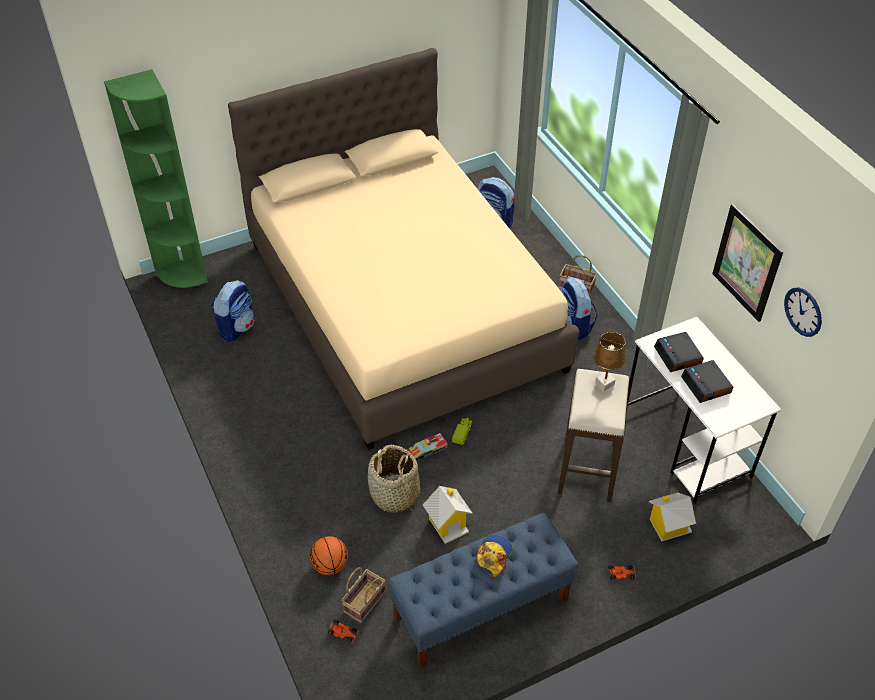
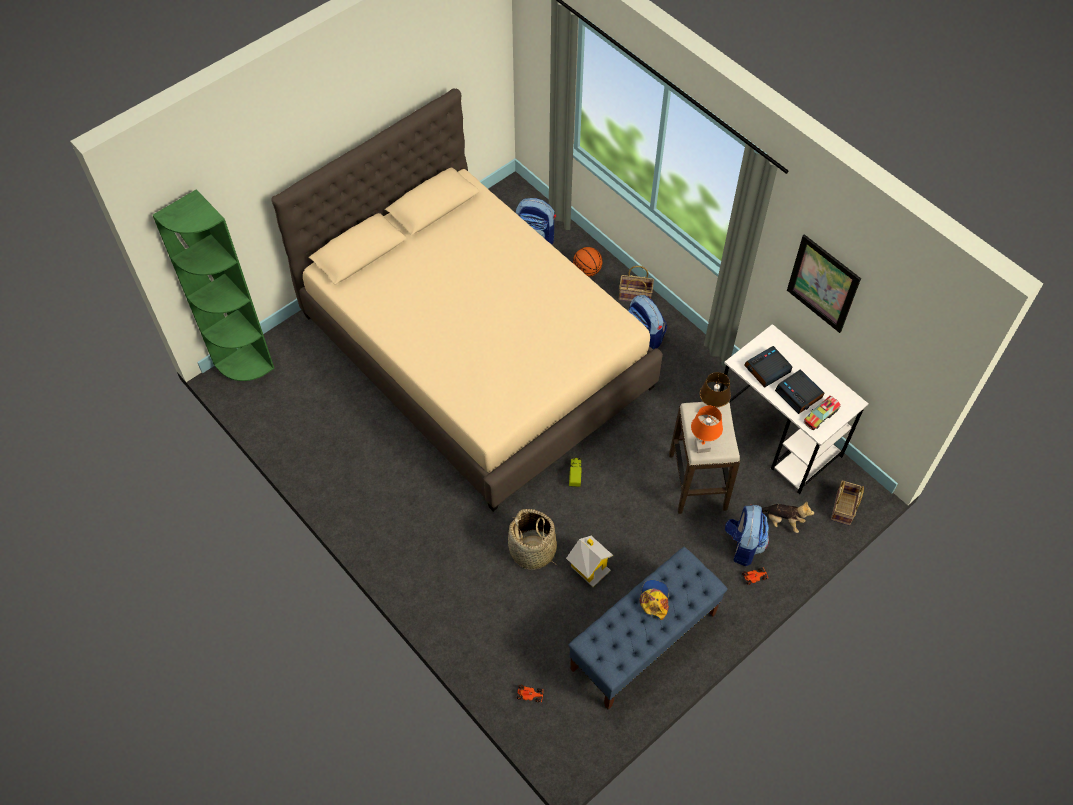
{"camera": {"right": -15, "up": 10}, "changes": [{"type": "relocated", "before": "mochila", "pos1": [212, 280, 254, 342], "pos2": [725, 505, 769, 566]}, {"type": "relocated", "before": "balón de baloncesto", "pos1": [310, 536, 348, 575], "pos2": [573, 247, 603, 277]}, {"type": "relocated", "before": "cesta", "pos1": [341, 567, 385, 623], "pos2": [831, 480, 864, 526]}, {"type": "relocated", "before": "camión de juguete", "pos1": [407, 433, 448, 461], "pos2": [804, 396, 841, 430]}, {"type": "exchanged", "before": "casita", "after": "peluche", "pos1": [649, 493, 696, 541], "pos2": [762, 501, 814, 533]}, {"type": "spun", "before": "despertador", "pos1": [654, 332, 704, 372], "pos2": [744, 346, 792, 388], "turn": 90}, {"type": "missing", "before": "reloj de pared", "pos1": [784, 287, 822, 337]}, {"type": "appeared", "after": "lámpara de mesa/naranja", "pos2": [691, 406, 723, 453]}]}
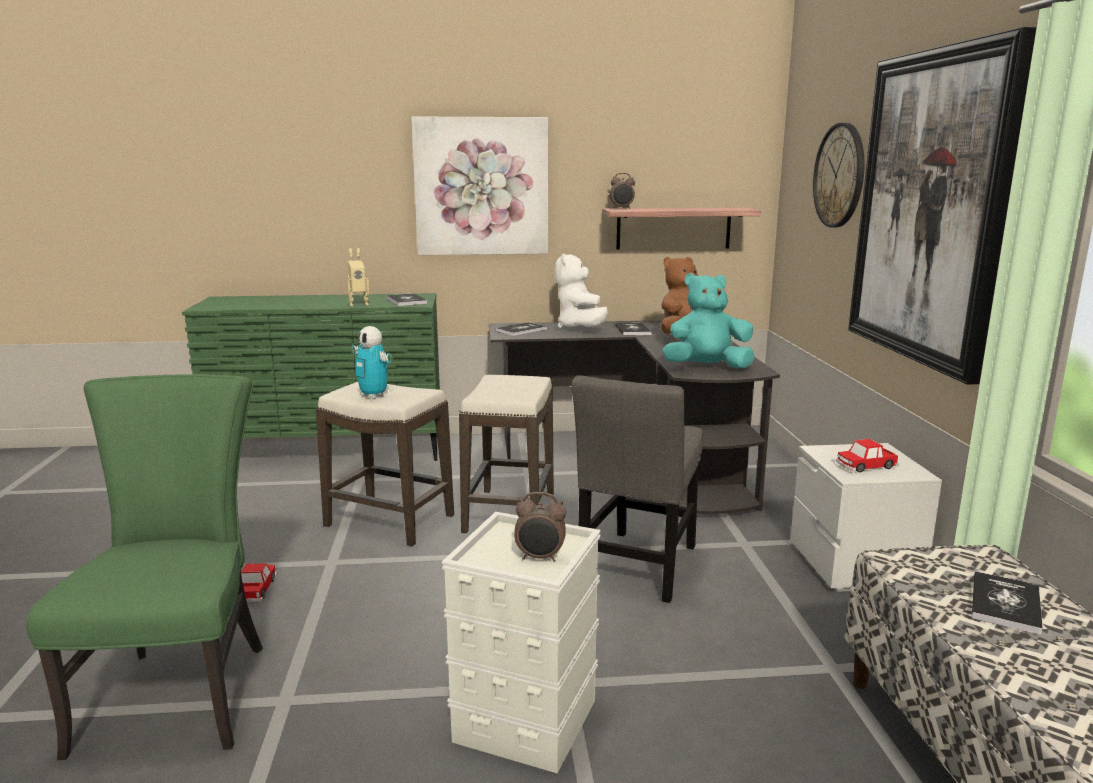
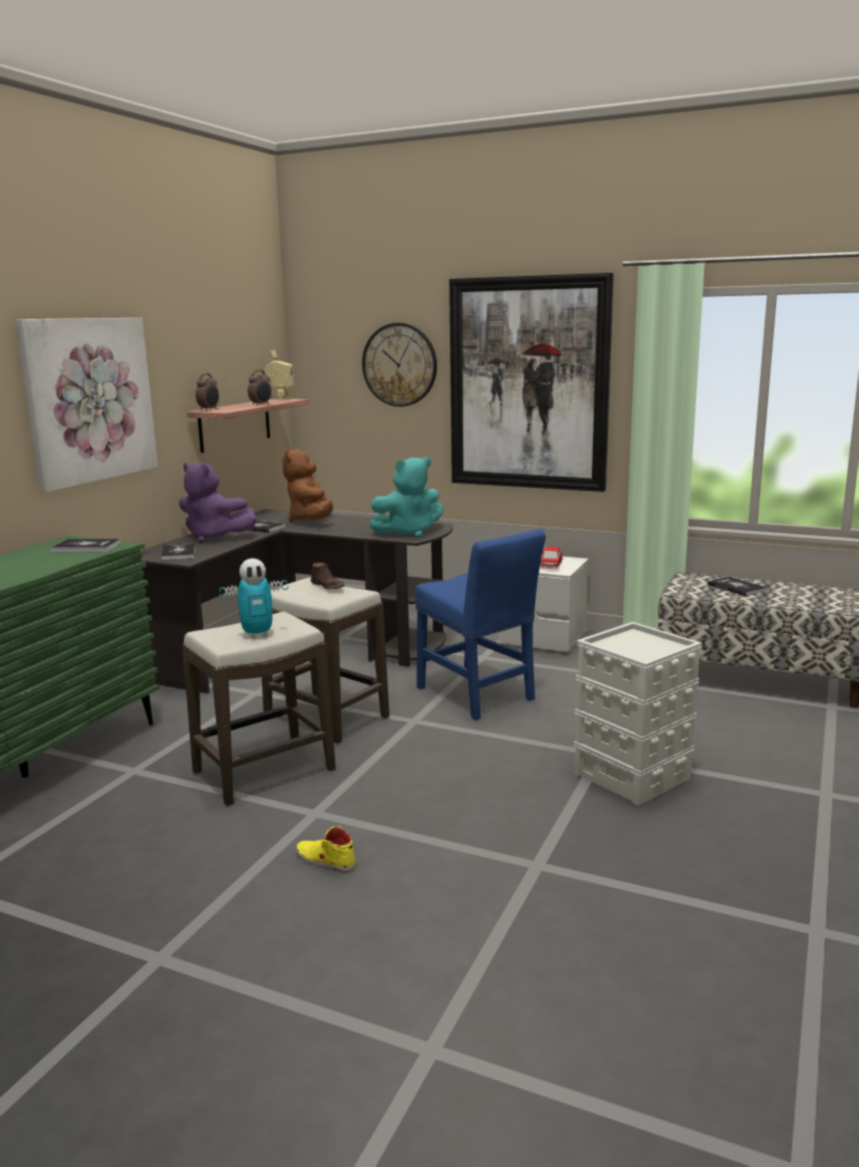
{"camera": {"right": -60, "up": 0}, "changes": [{"type": "missing", "before": "silla/verde", "pos1": [26, 374, 263, 760]}, {"type": "exchanged", "before": "coche de juguete", "after": "zapato/amarillo", "pos1": [241, 563, 277, 602], "pos2": [296, 825, 356, 872]}, {"type": "relocated", "before": "robot de juguete", "pos1": [348, 248, 370, 306], "pos2": [265, 350, 294, 400]}, {"type": "relocated", "before": "despertador", "pos1": [514, 492, 566, 562], "pos2": [248, 370, 272, 406]}, {"type": "colour", "before": "peluche/blanco", "after": "peluche/morado", "pos1": [555, 253, 608, 329], "pos2": [179, 462, 256, 543]}, {"type": "colour", "before": "silla/gris", "after": "silla/azul", "pos1": [571, 375, 703, 603], "pos2": [415, 529, 546, 720]}, {"type": "spun", "before": "peluche/turquesa", "pos1": [663, 273, 755, 369], "pos2": [370, 457, 443, 538], "turn": -135}, {"type": "appeared", "after": "zapato/marrón", "pos2": [311, 562, 345, 589]}]}
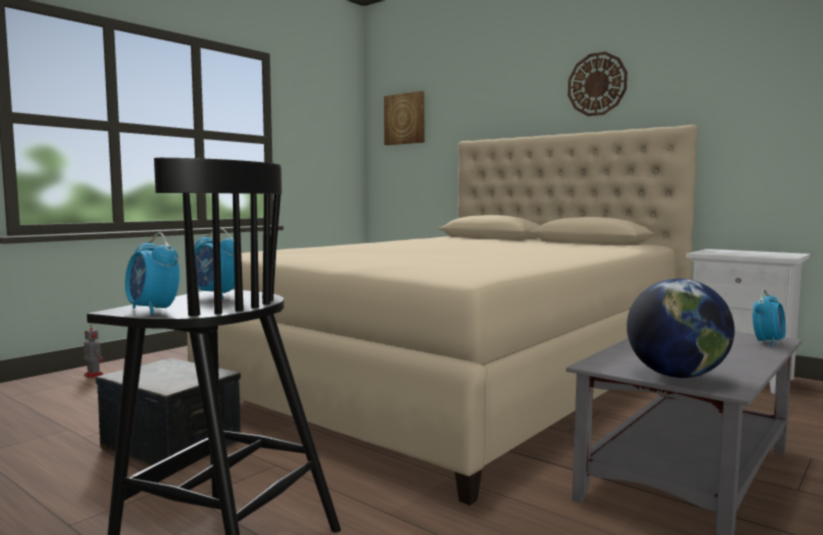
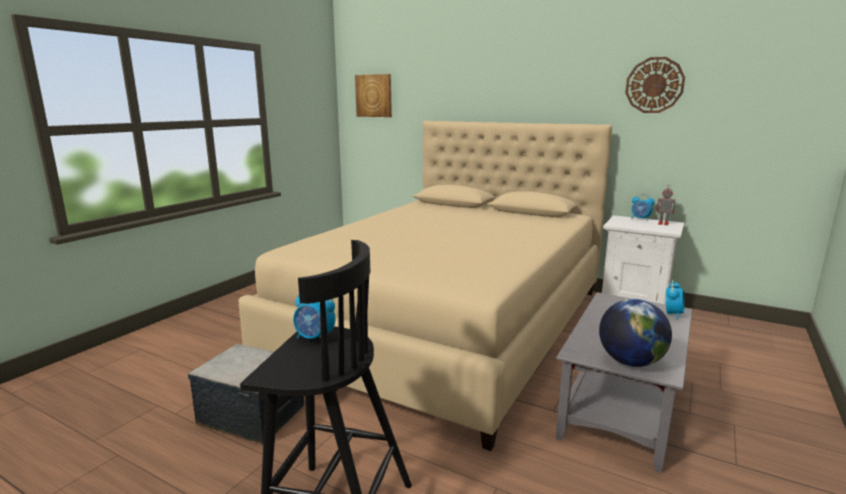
{"camera": {"right": -10, "up": 10}, "changes": [{"type": "relocated", "before": "robot de juguete", "pos1": [83, 324, 104, 378], "pos2": [655, 185, 676, 225]}, {"type": "relocated", "before": "despertador", "pos1": [125, 232, 180, 315], "pos2": [631, 194, 655, 221]}, {"type": "relocated", "before": "reloj de pared", "pos1": [568, 52, 627, 116], "pos2": [625, 57, 685, 113]}]}
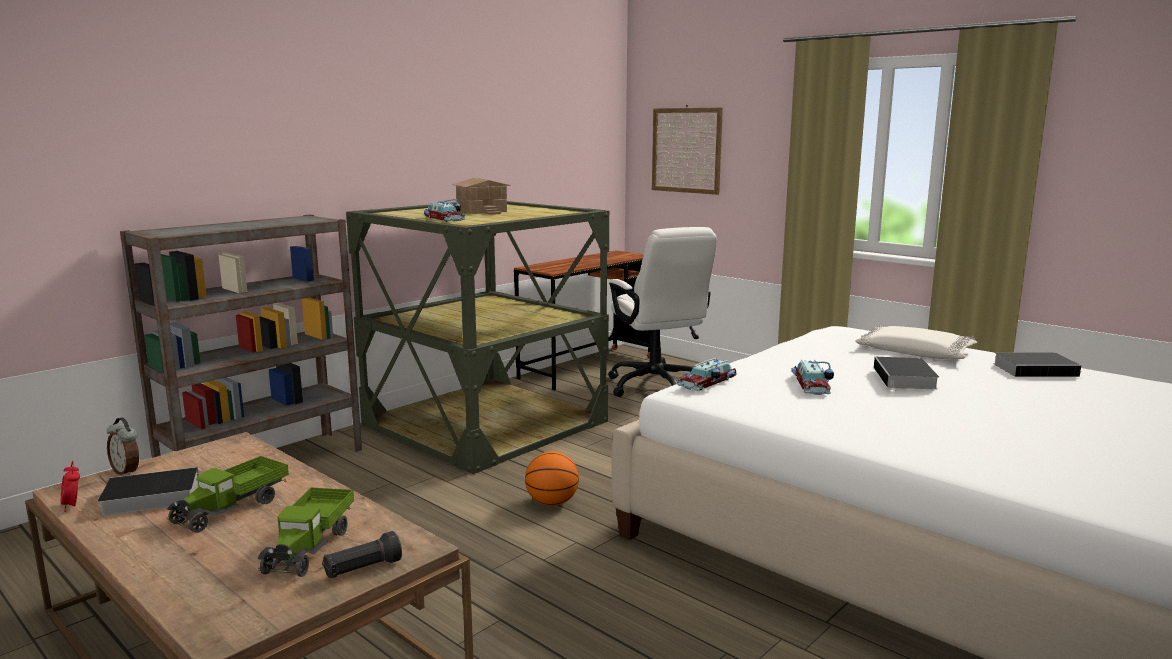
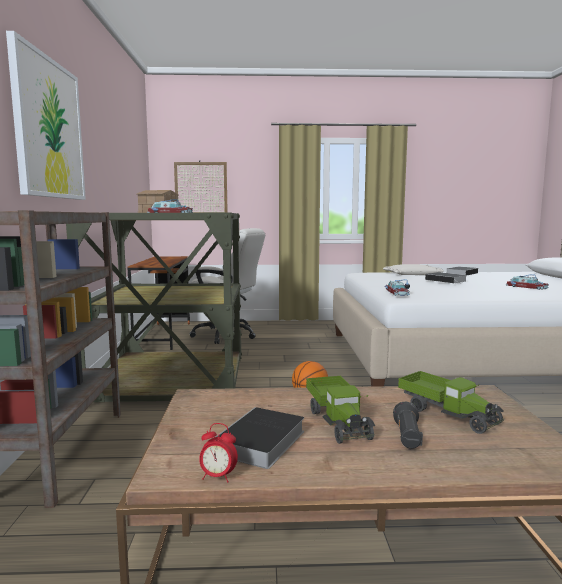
{"camera": {"right": -45, "up": -5}, "changes": [{"type": "missing", "before": "despertador", "pos1": [107, 418, 139, 475]}, {"type": "relocated", "before": "linterna/negro", "pos1": [322, 531, 402, 578], "pos2": [393, 402, 423, 449]}, {"type": "relocated", "before": "coche de juguete", "pos1": [790, 359, 834, 395], "pos2": [506, 274, 549, 290]}, {"type": "appeared", "after": "cuadro", "pos2": [6, 31, 86, 200]}]}
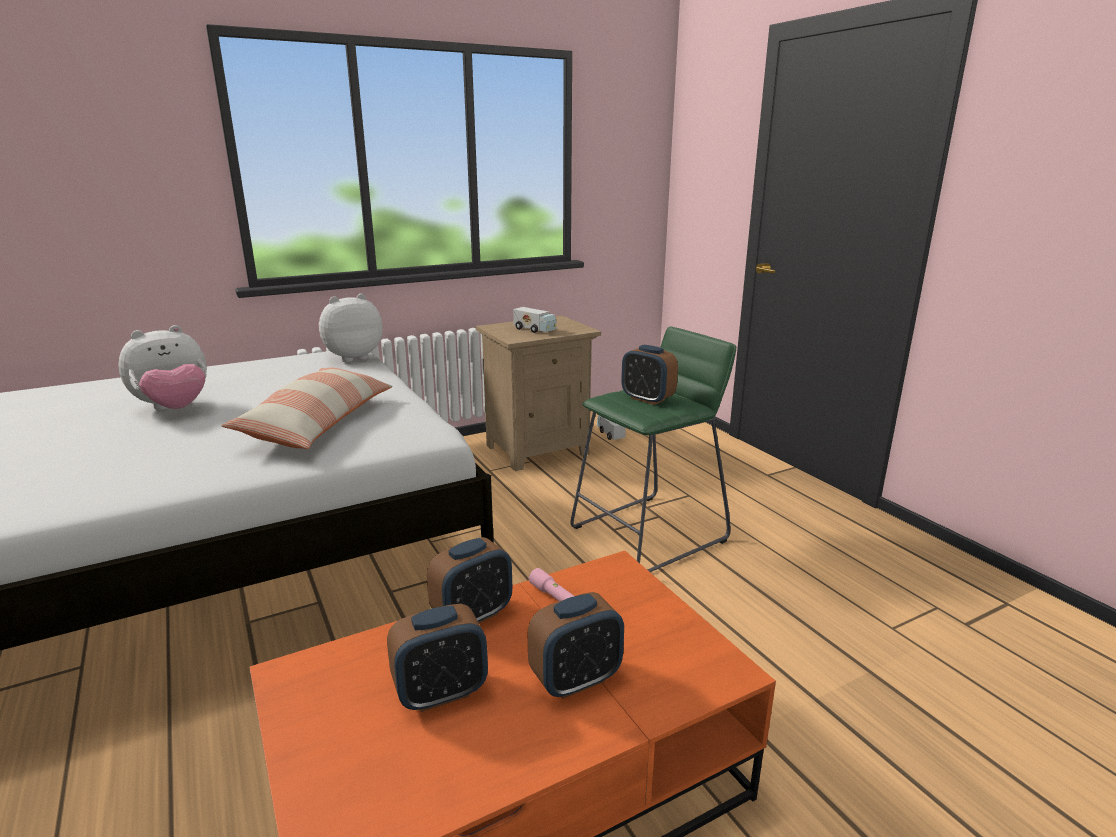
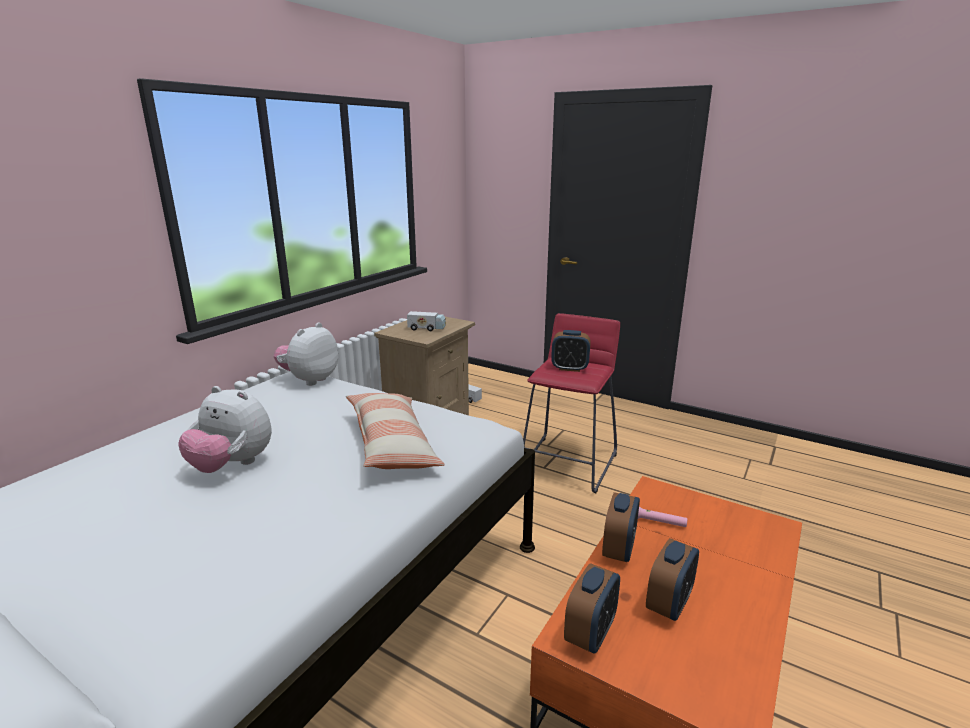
{"camera": {"right": -30, "up": 0}, "changes": [{"type": "spun", "before": "peluche", "pos1": [119, 325, 207, 410], "pos2": [178, 386, 272, 473], "turn": 90}, {"type": "relocated", "before": "despertador", "pos1": [528, 592, 624, 699], "pos2": [564, 563, 620, 654]}, {"type": "colour", "before": "taburete/verde", "after": "taburete/rojo", "pos1": [570, 327, 736, 572], "pos2": [523, 313, 620, 493]}]}
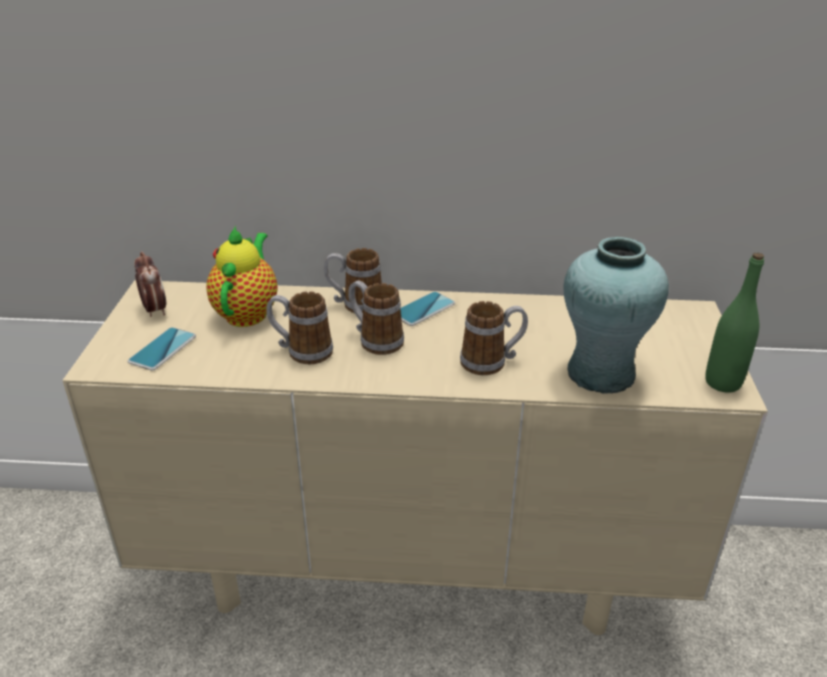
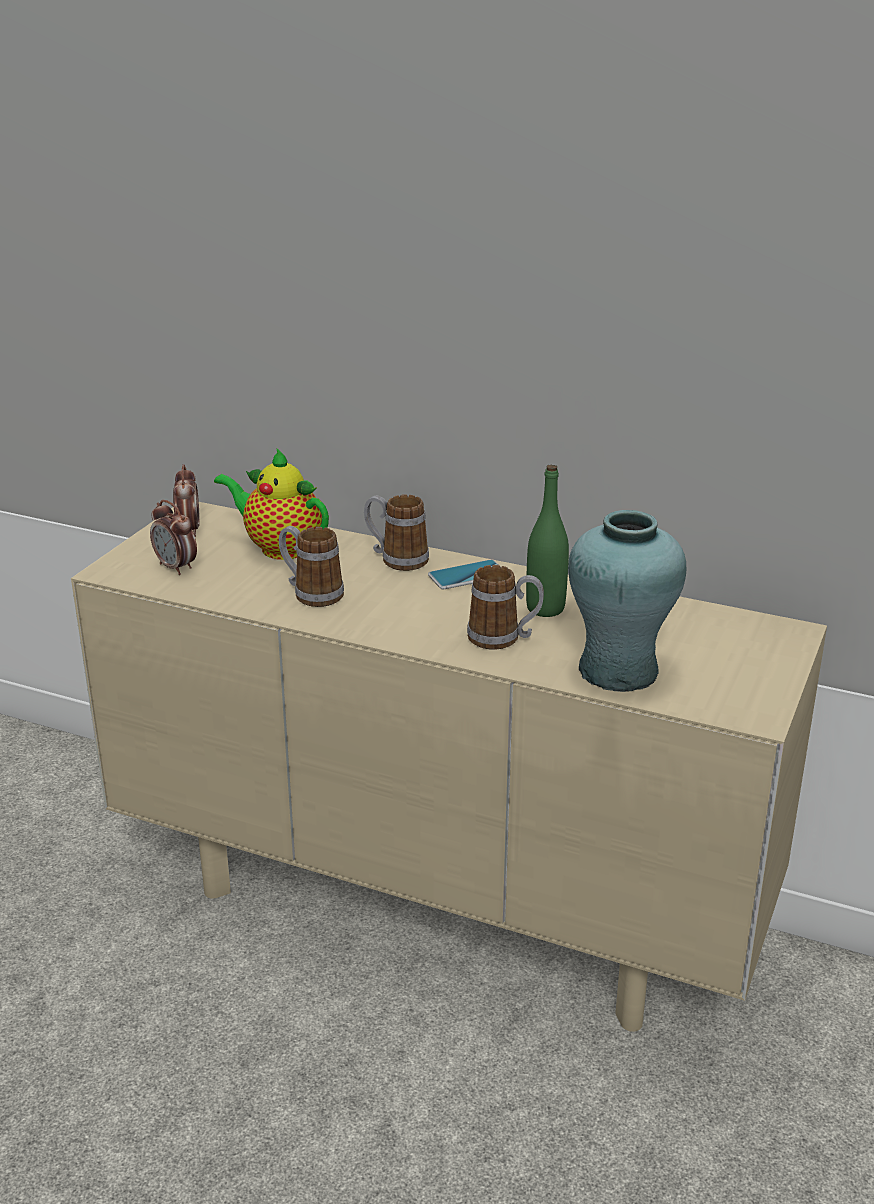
{"camera": {"right": 20, "up": -5}, "changes": [{"type": "exchanged", "before": "móvil", "after": "despertador", "pos1": [128, 327, 196, 371], "pos2": [150, 500, 197, 575]}, {"type": "spun", "before": "tetera", "pos1": [206, 226, 278, 327], "pos2": [214, 448, 329, 560], "turn": -90}, {"type": "missing", "before": "taza grande", "pos1": [348, 280, 404, 355]}, {"type": "relocated", "before": "botella/verde", "pos1": [705, 253, 764, 393], "pos2": [526, 465, 569, 617]}]}
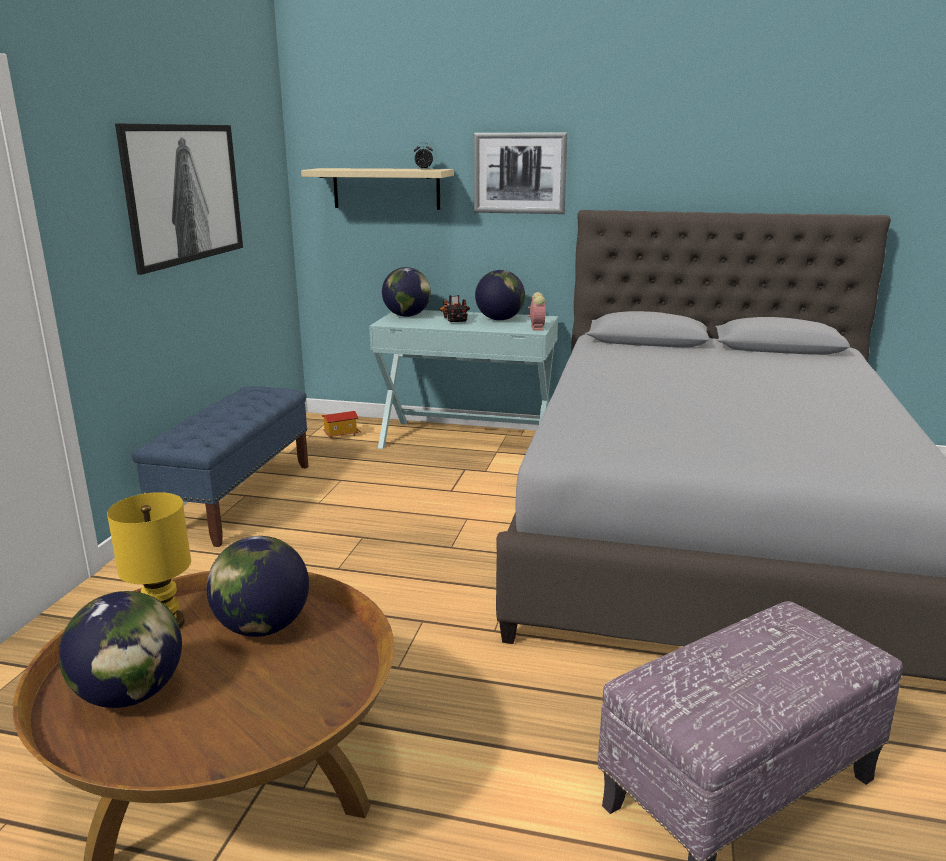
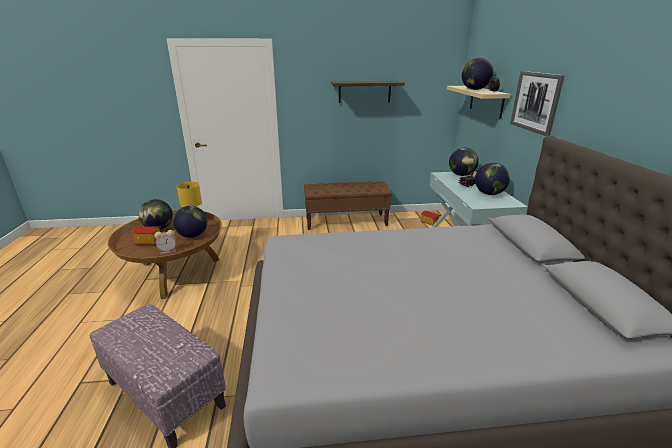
{"camera": {"right": 70, "up": 5}, "changes": [{"type": "exchanged", "before": "cuadro", "after": "estante", "pos1": [115, 124, 243, 275], "pos2": [331, 81, 405, 103]}, {"type": "colour", "before": "banco/azul", "after": "banco/marrón", "pos1": [132, 386, 308, 547], "pos2": [304, 181, 392, 230]}, {"type": "relocated", "before": "despertador", "pos1": [528, 292, 546, 331], "pos2": [154, 230, 176, 254]}, {"type": "appeared", "after": "casita", "pos2": [131, 226, 161, 245]}, {"type": "appeared", "after": "globo terráqueo", "pos2": [462, 58, 493, 90]}]}
